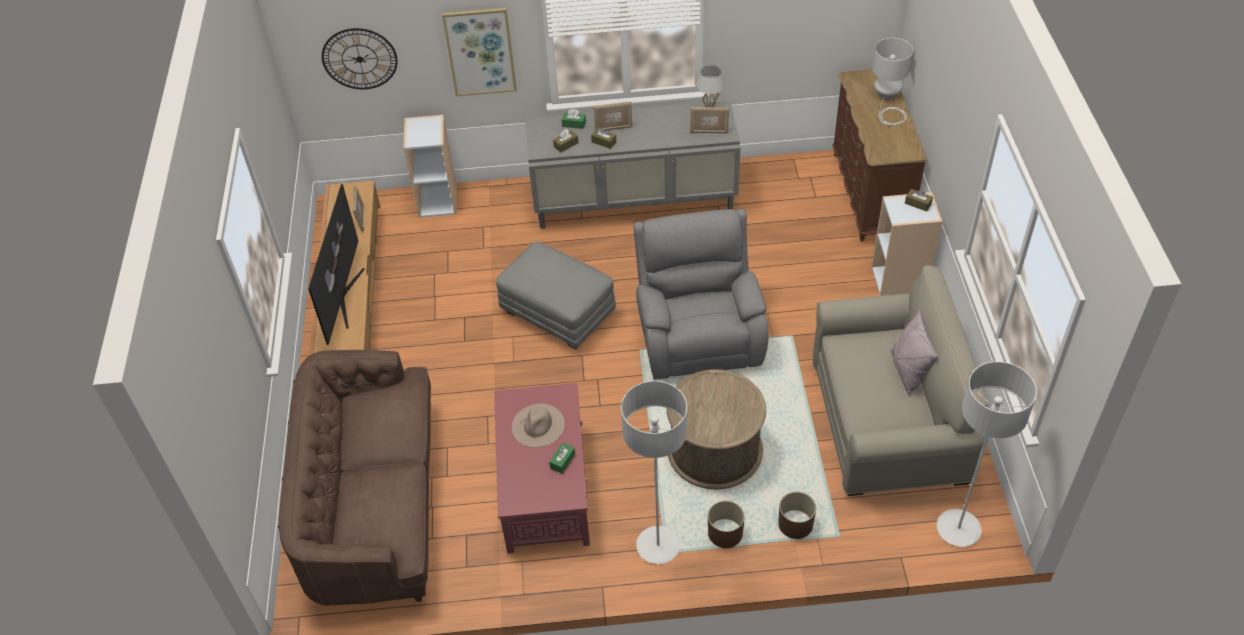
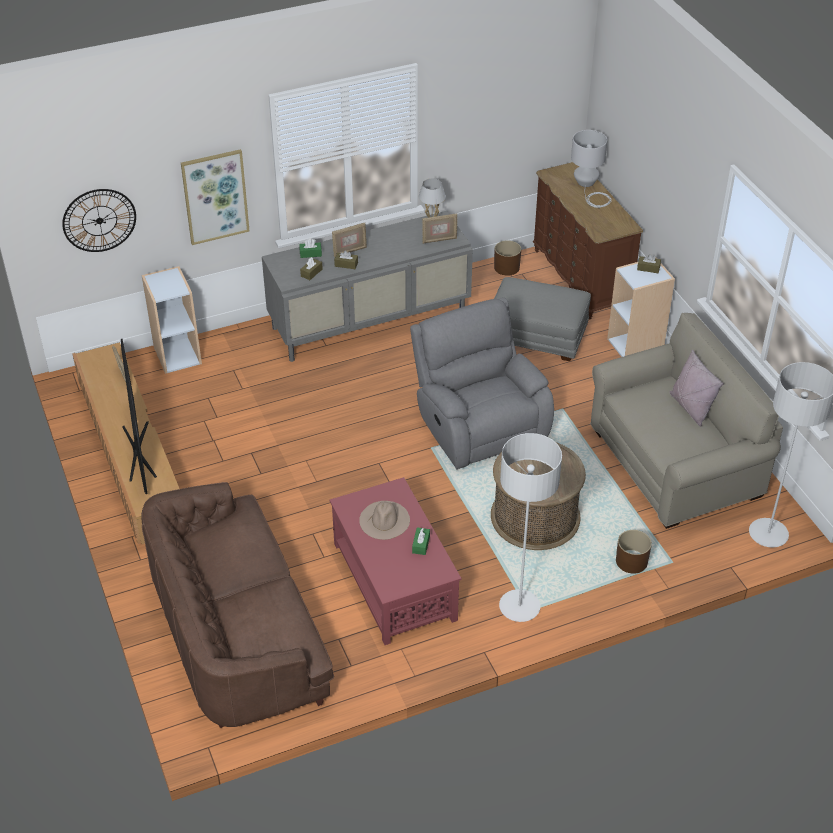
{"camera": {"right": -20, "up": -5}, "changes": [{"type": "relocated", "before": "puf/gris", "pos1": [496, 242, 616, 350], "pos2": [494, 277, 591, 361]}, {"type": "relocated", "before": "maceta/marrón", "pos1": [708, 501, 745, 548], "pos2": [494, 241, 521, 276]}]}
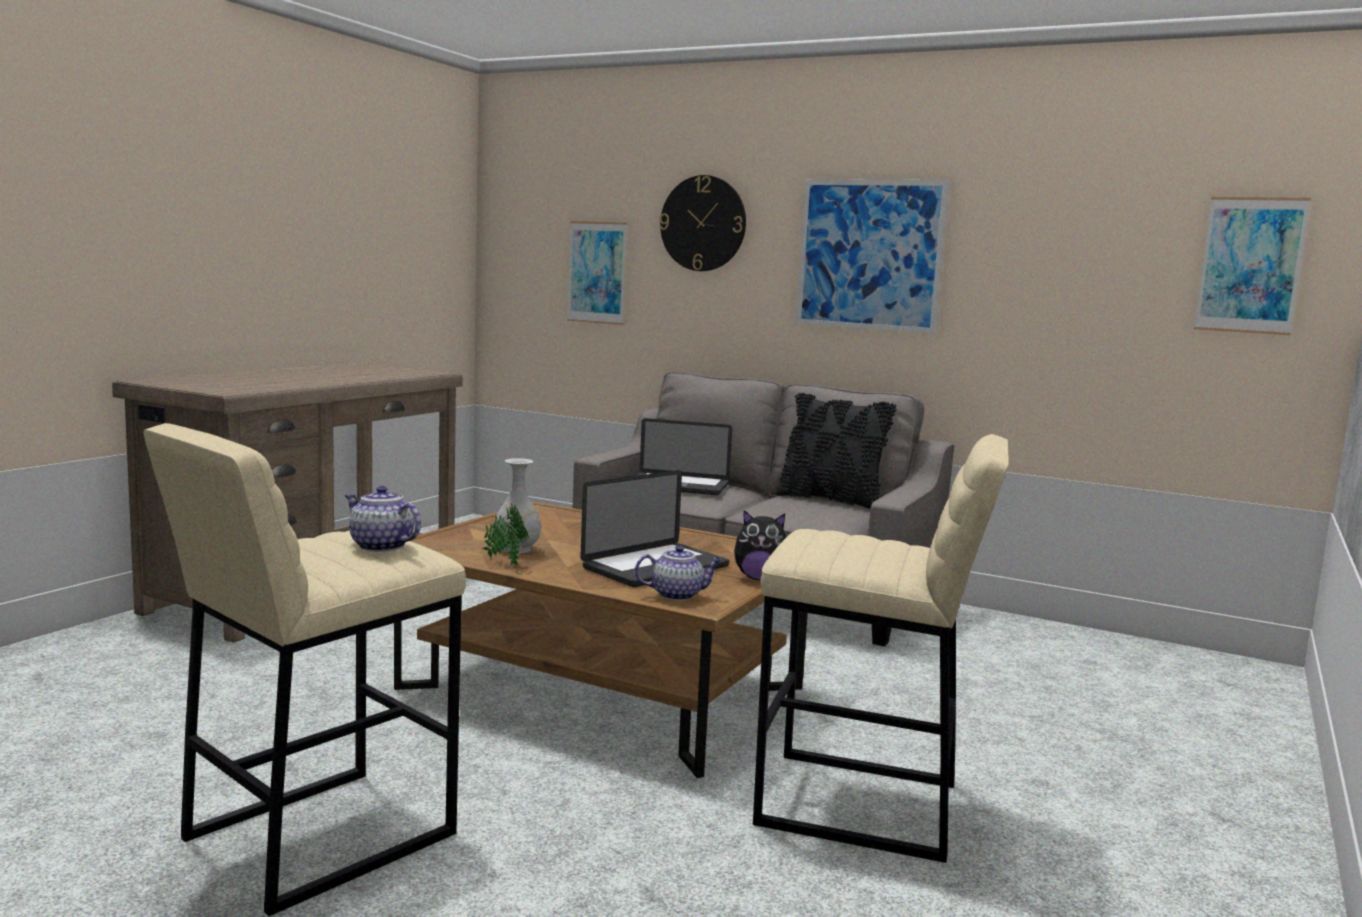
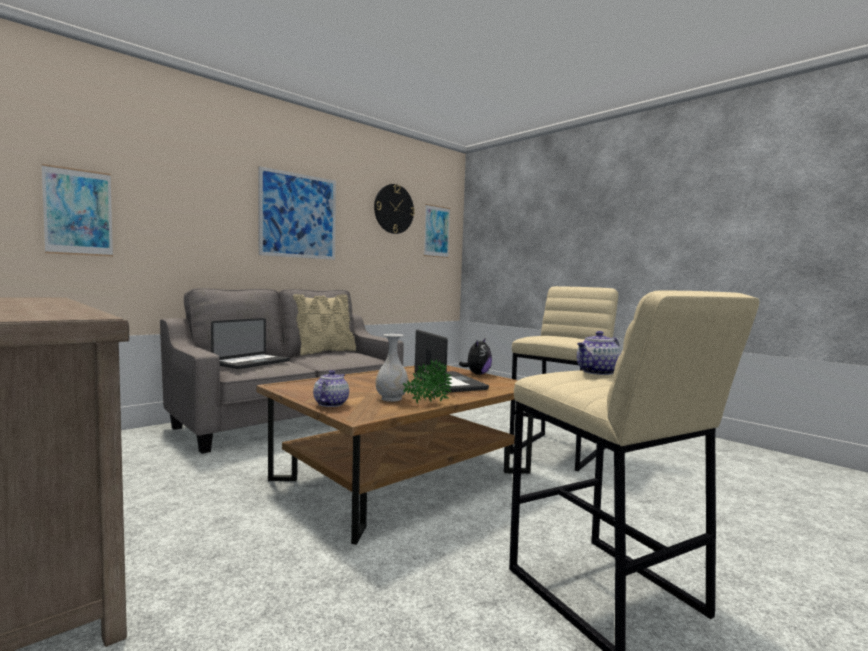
{"camera": {"right": -70, "up": -5}, "changes": [{"type": "relocated", "before": "tetera", "pos1": [635, 545, 721, 601], "pos2": [313, 370, 349, 407]}, {"type": "relocated", "before": "reloj de pared", "pos1": [659, 175, 746, 271], "pos2": [374, 184, 415, 234]}, {"type": "colour", "before": "cojín/negro", "after": "cojín/beis", "pos1": [776, 393, 897, 509], "pos2": [293, 294, 356, 356]}]}
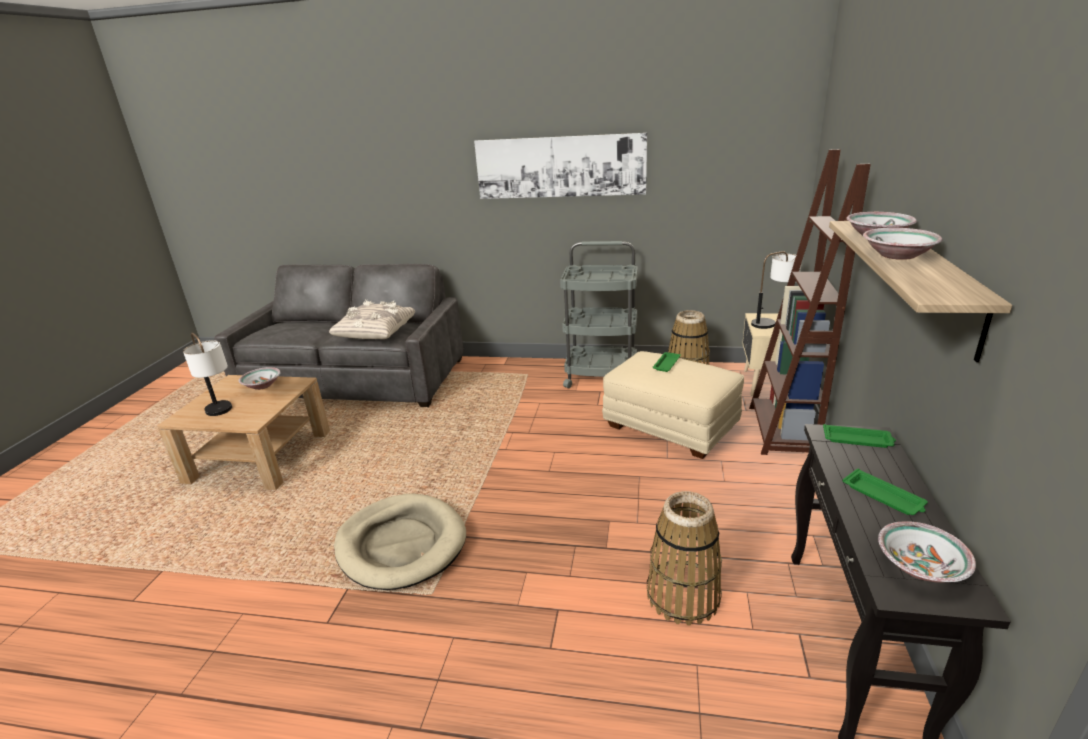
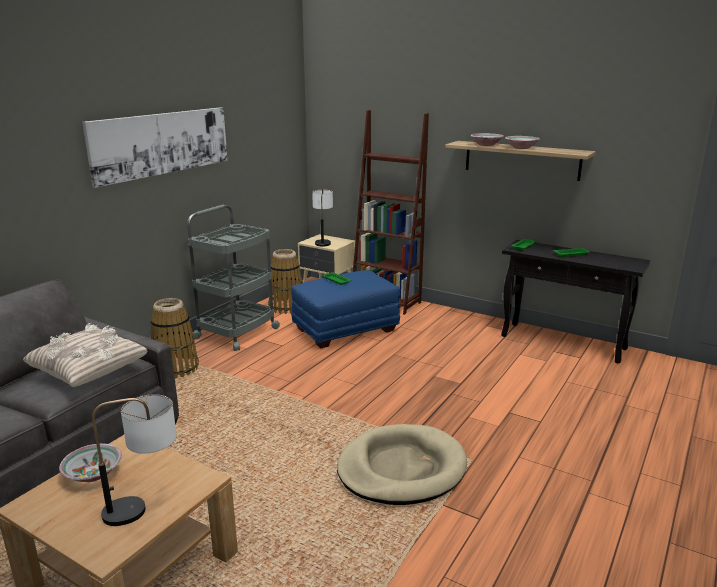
{"camera": {"right": -70, "up": -5}, "changes": [{"type": "colour", "before": "puf/beis", "after": "puf/azul", "pos1": [602, 351, 744, 459], "pos2": [291, 270, 400, 348]}, {"type": "relocated", "before": "cesta", "pos1": [647, 491, 722, 626], "pos2": [151, 298, 199, 378]}, {"type": "missing", "before": "cuenco", "pos1": [878, 521, 976, 583]}]}
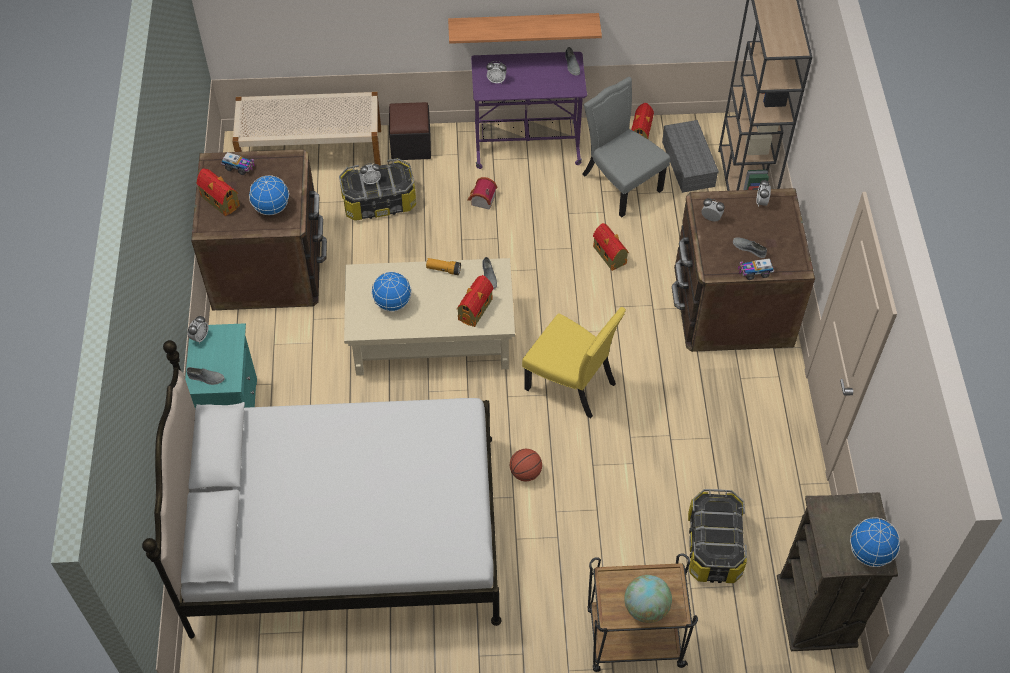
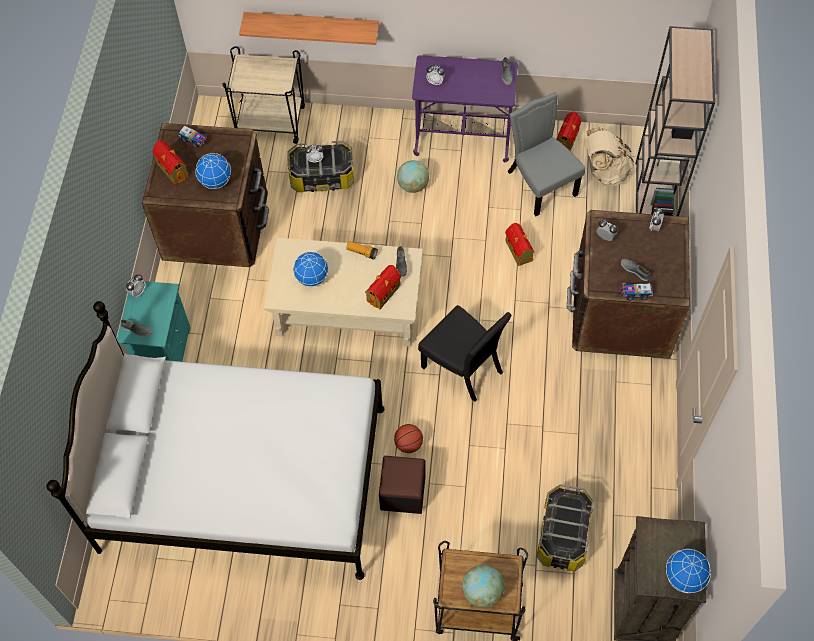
{"camera": {"right": 10, "up": 5}, "changes": [{"type": "exchanged", "before": "banco/beis", "after": "carrito/beis", "pos1": [232, 92, 381, 166], "pos2": [223, 46, 305, 144]}, {"type": "relocated", "before": "puf/negro", "pos1": [389, 102, 431, 160], "pos2": [379, 456, 426, 514]}, {"type": "relocated", "before": "estante", "pos1": [448, 13, 602, 44], "pos2": [239, 12, 379, 45]}, {"type": "exchanged", "before": "casita", "after": "globo terráqueo", "pos1": [467, 177, 497, 210], "pos2": [397, 160, 429, 193]}, {"type": "colour", "before": "silla/amarillo", "after": "silla/negro", "pos1": [522, 307, 626, 418], "pos2": [418, 305, 512, 402]}, {"type": "exchanged", "before": "caja de almacenaje/gris", "after": "mochila/beis", "pos1": [662, 120, 719, 193], "pos2": [586, 127, 634, 186]}]}
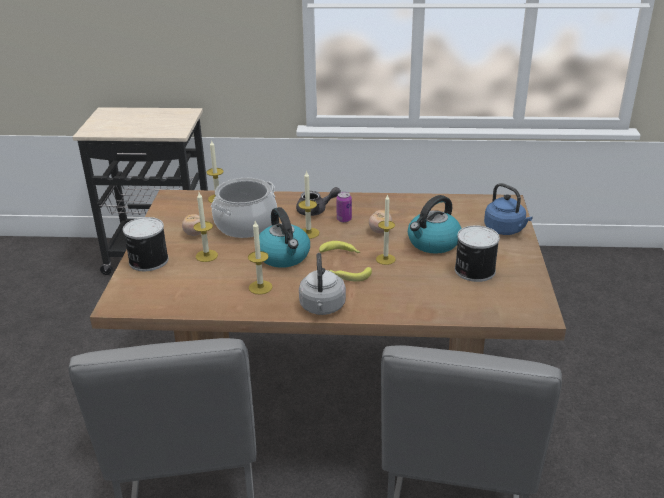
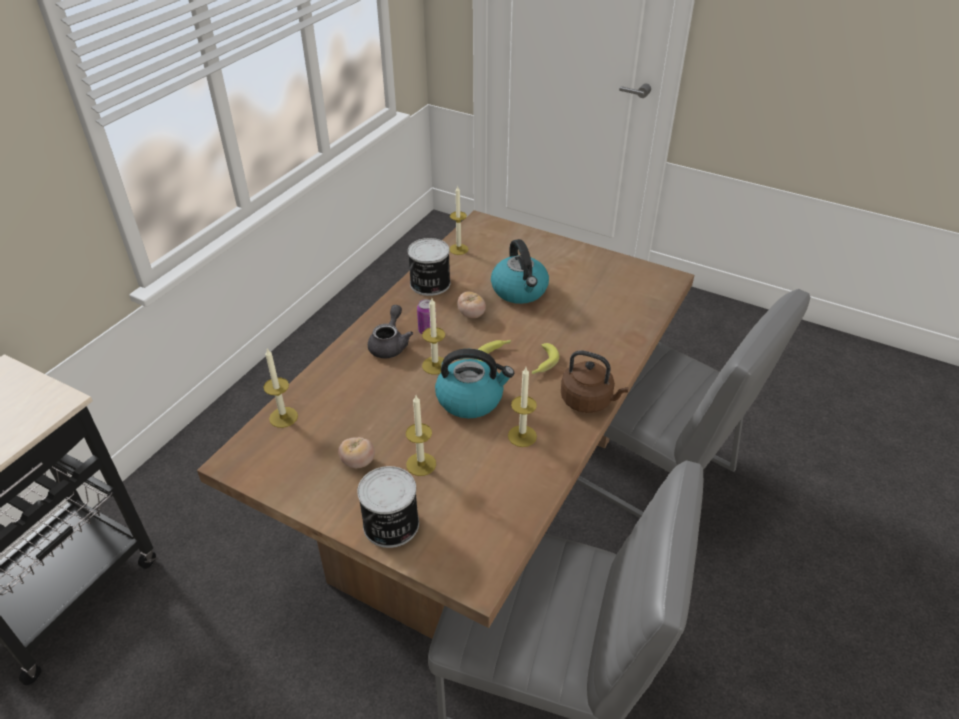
{"camera": {"right": -65, "up": 10}, "changes": [{"type": "missing", "before": "olla", "pos1": [211, 178, 277, 238]}, {"type": "colour", "before": "hervidor/gris", "after": "hervidor/marrón", "pos1": [299, 253, 346, 315], "pos2": [561, 350, 629, 413]}, {"type": "relocated", "before": "vela", "pos1": [376, 194, 395, 265], "pos2": [450, 185, 468, 255]}, {"type": "relocated", "before": "lata", "pos1": [455, 225, 500, 282], "pos2": [408, 238, 451, 296]}, {"type": "missing", "before": "hervidor/azul", "pos1": [484, 183, 533, 235]}]}
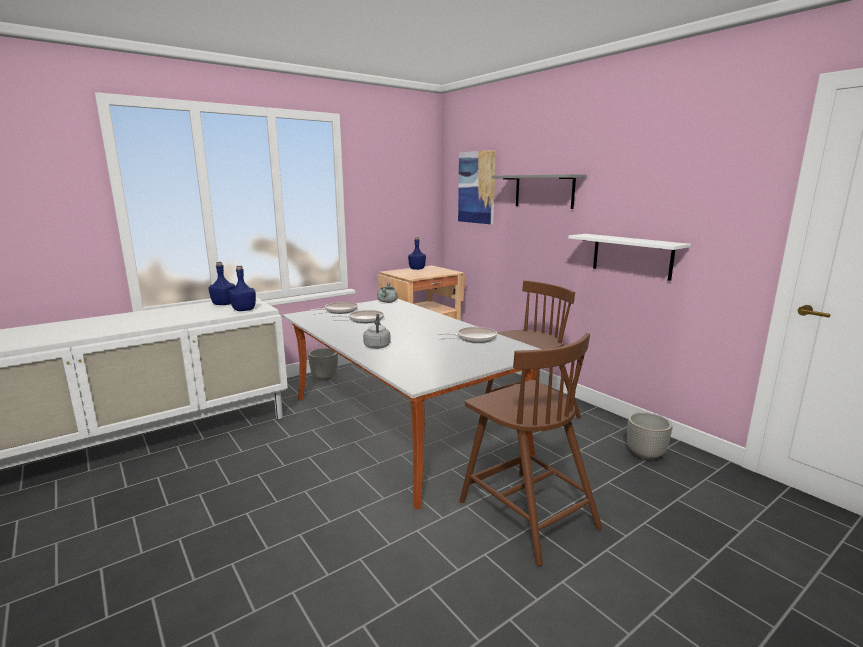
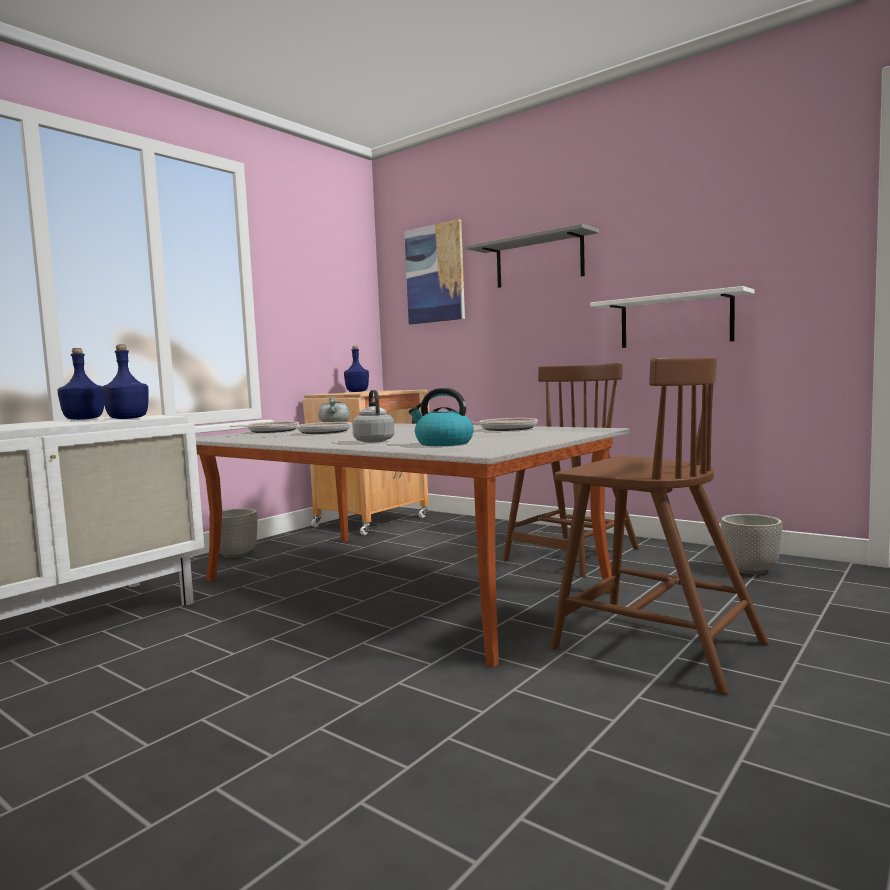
{"camera": {"right": -15, "up": -10}, "changes": [{"type": "appeared", "after": "hervidor", "pos2": [409, 388, 473, 446]}]}
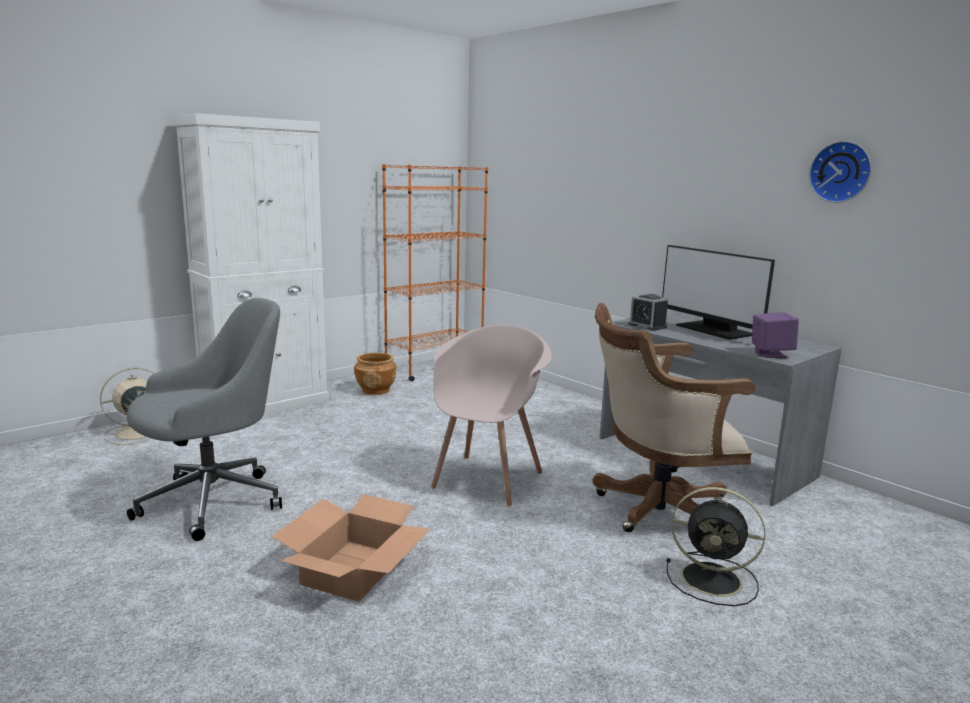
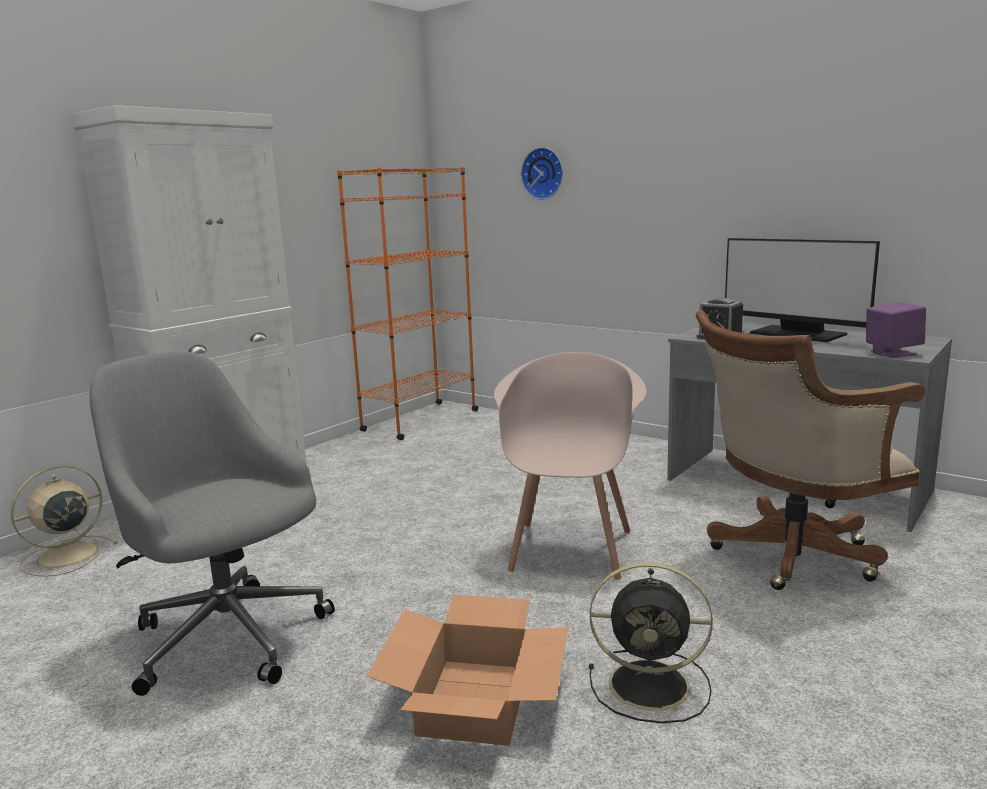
{"camera": {"right": -10, "up": 0}, "changes": [{"type": "spun", "before": "silla de oficina/gris", "pos1": [127, 298, 282, 541], "pos2": [90, 351, 335, 696], "turn": -90}, {"type": "missing", "before": "maceta/marrón", "pos1": [354, 353, 396, 395]}, {"type": "relocated", "before": "ventilador/negro", "pos1": [667, 487, 765, 606], "pos2": [589, 562, 713, 723]}, {"type": "relocated", "before": "reloj de pared", "pos1": [809, 141, 872, 203], "pos2": [521, 147, 563, 200]}]}
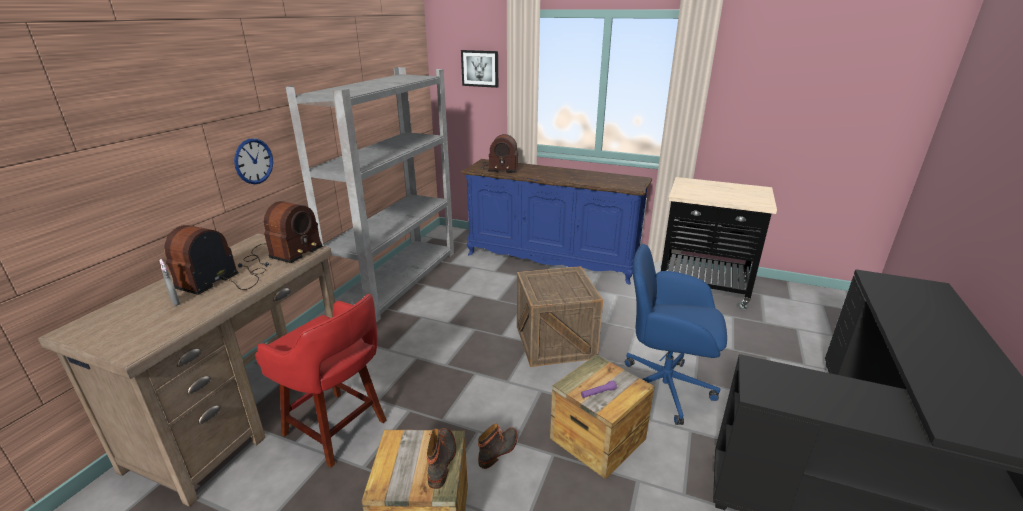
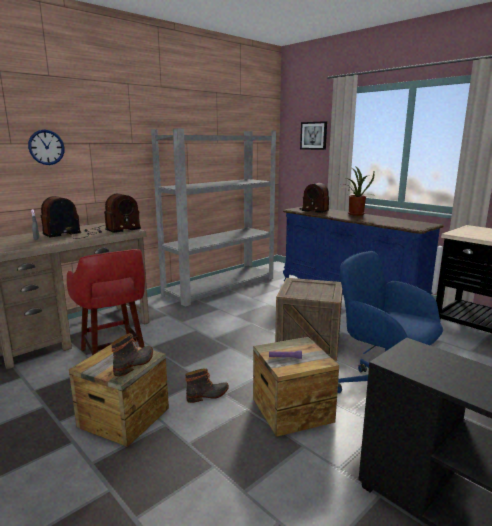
{"camera": {"right": 25, "up": -10}, "changes": [{"type": "relocated", "before": "reloj de pared", "pos1": [234, 138, 273, 184], "pos2": [28, 130, 65, 165]}, {"type": "appeared", "after": "planta en maceta", "pos2": [341, 166, 375, 216]}]}
